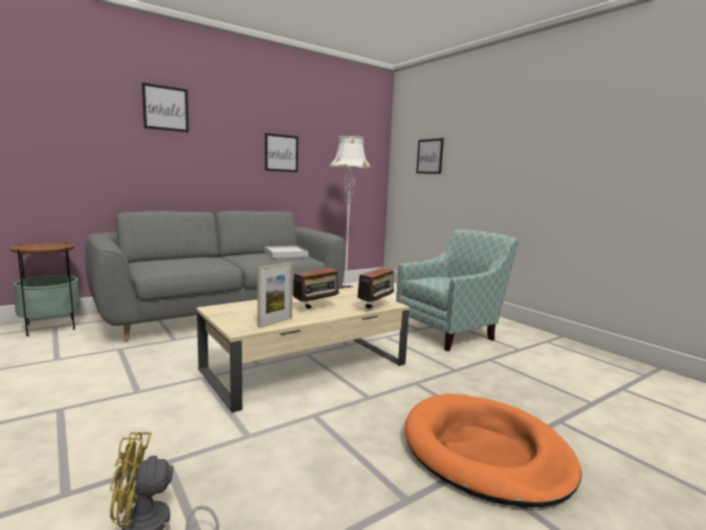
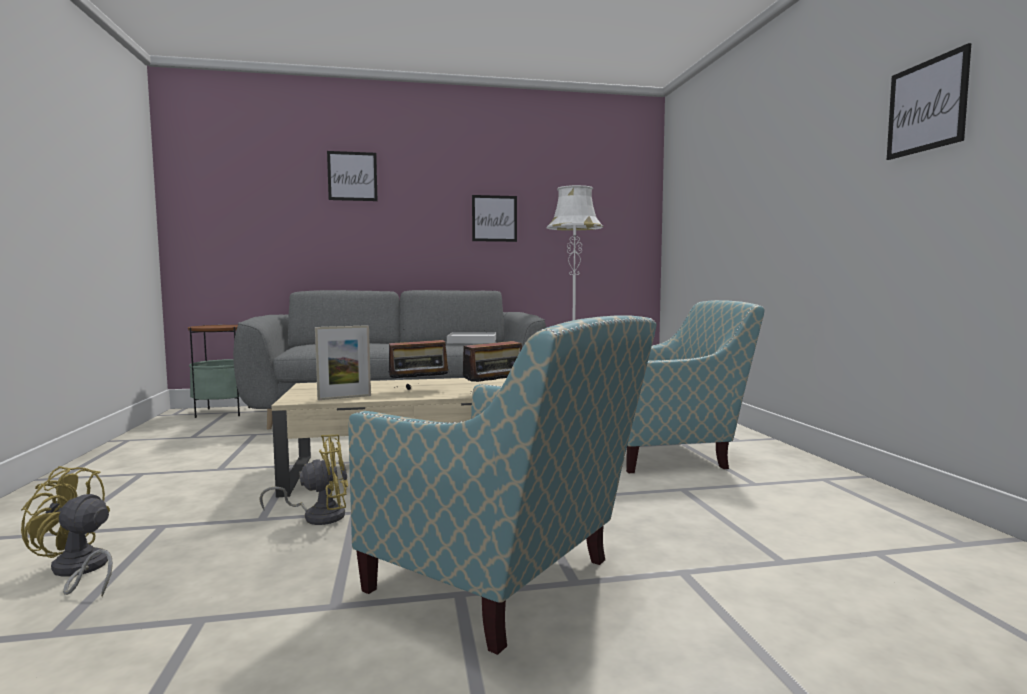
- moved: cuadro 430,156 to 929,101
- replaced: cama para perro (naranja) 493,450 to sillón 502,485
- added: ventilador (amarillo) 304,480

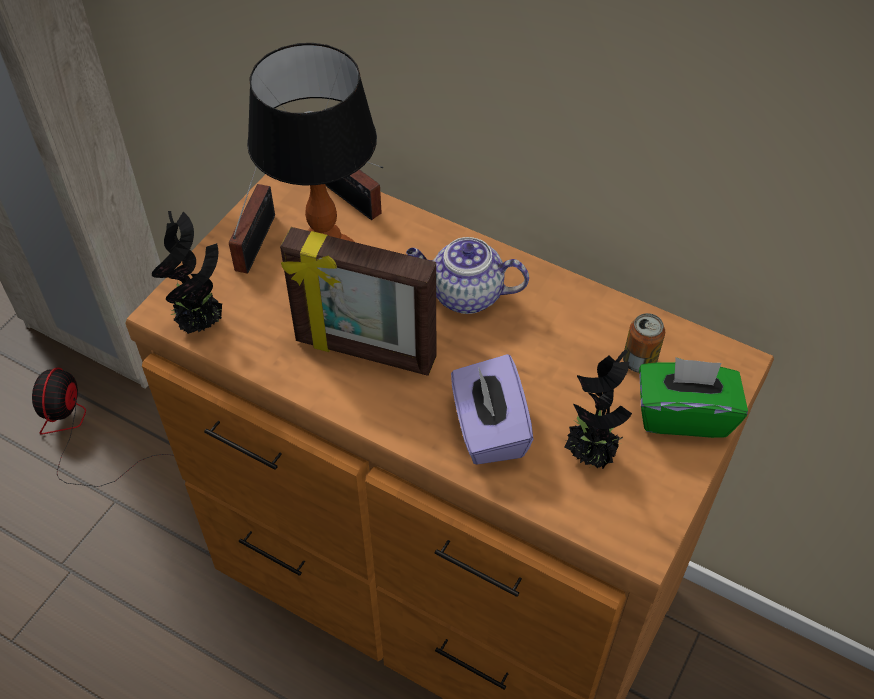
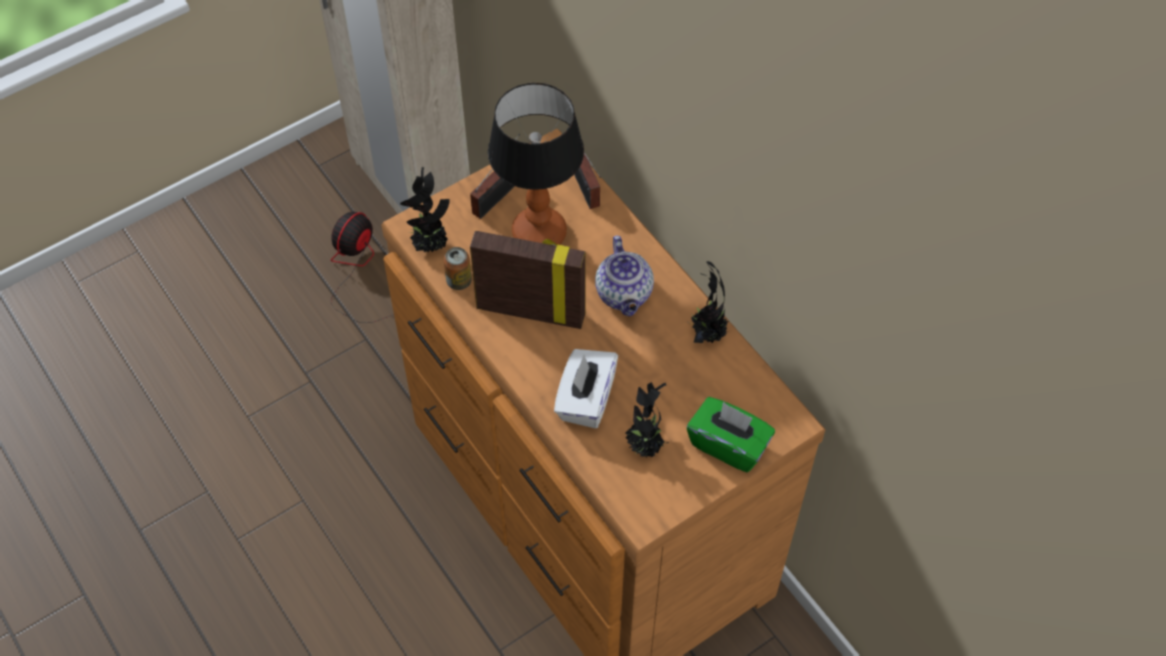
- turned: portarretratos 358,301 = 528,280 150 degrees clockwise
- turned: tetera 467,275 = 624,275 135 degrees counterclockwise
- moved: lata 644,343 to 458,268
- recoloured: caja de pañuelos (morado) 492,409 to caja de pañuelos (blanco) 586,388
- added: planta en maceta 707,302

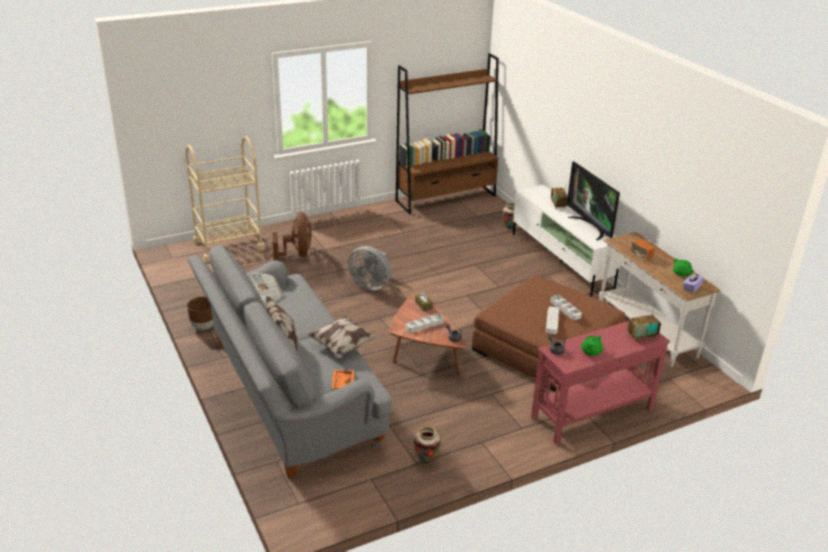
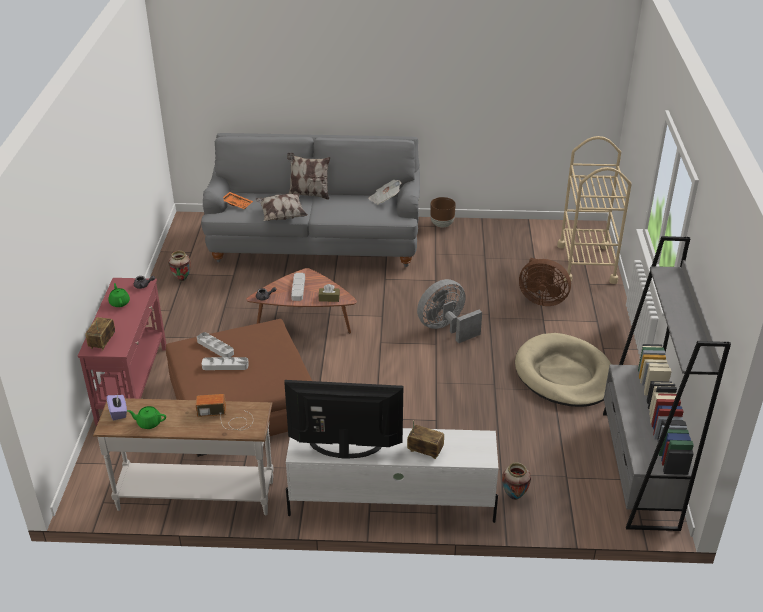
- recoloured: estantería (marrón) 447,133 to estantería (gris) 667,383
- added: cama para perro (beis) 563,370

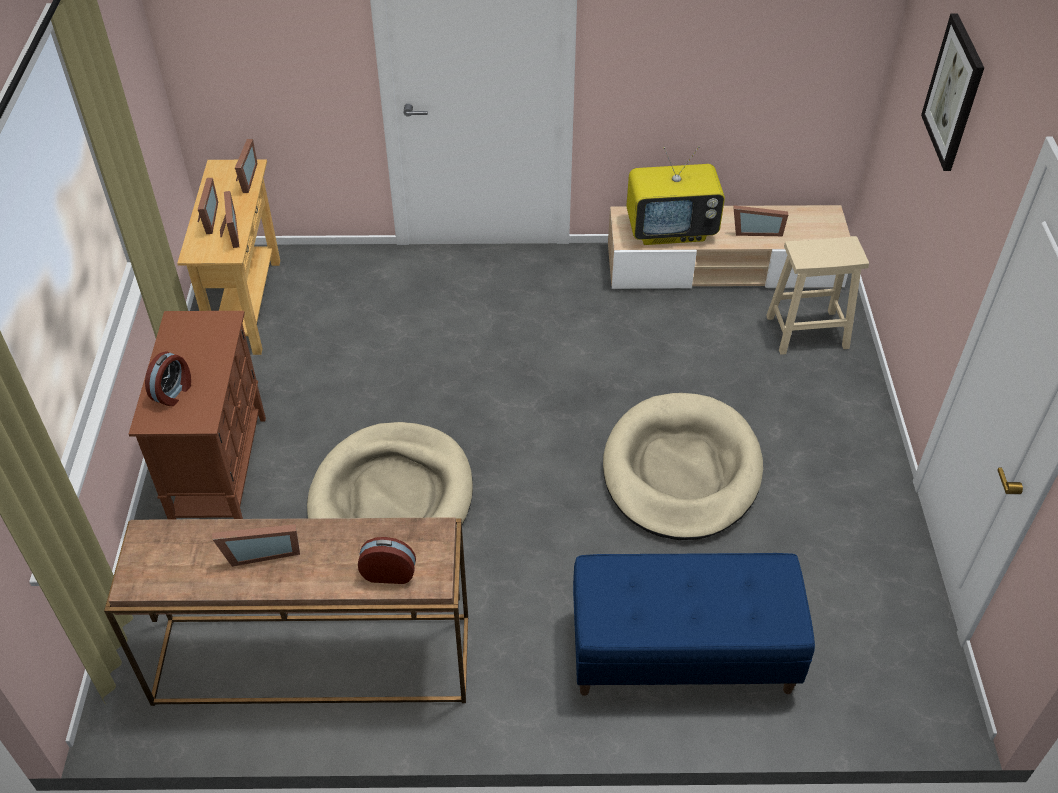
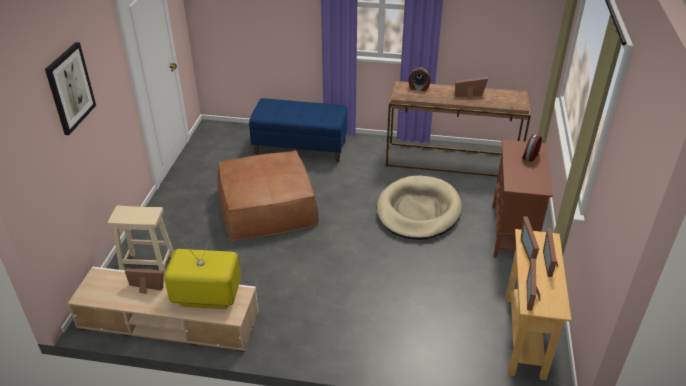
- replaced: cama para perro (beis) 683,466 to puf (marrón) 268,195

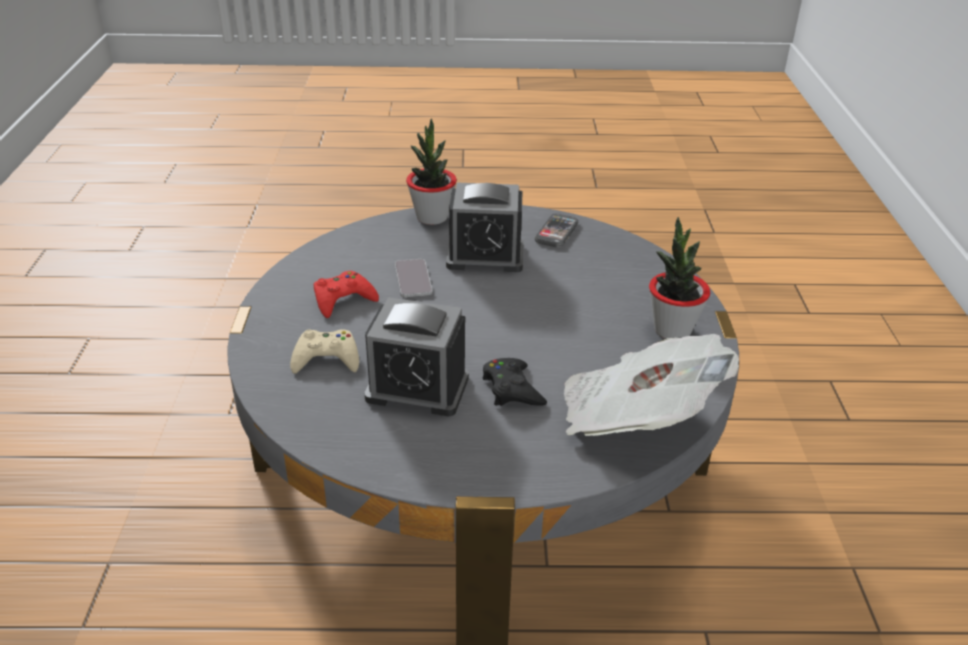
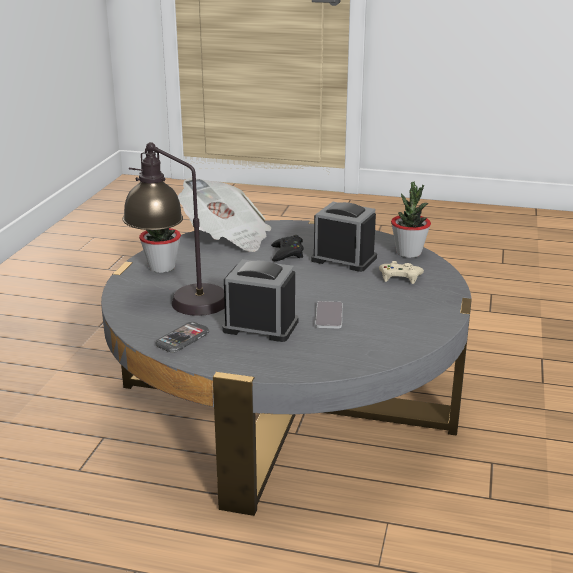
- moved: planta en maceta 431,172 to 411,219
- removed: mando de consola (rojo) 346,294
- added: lámpara de mesa 174,229

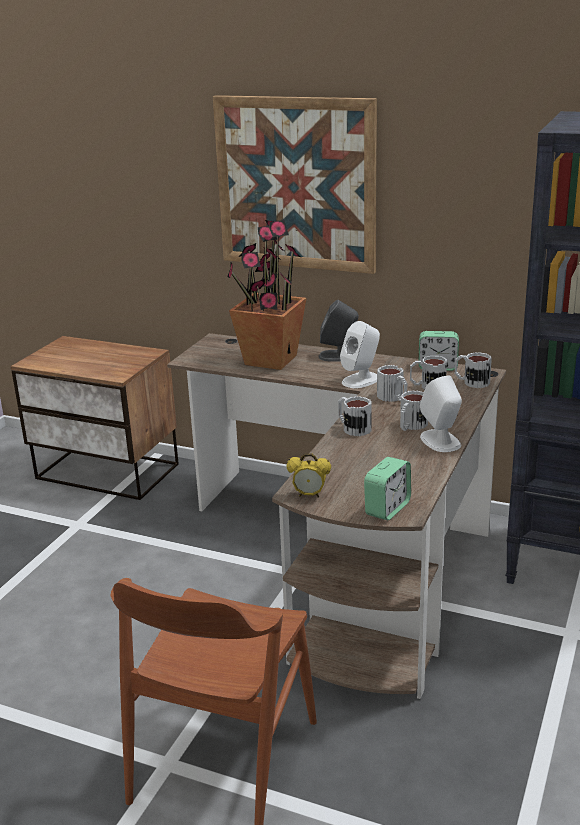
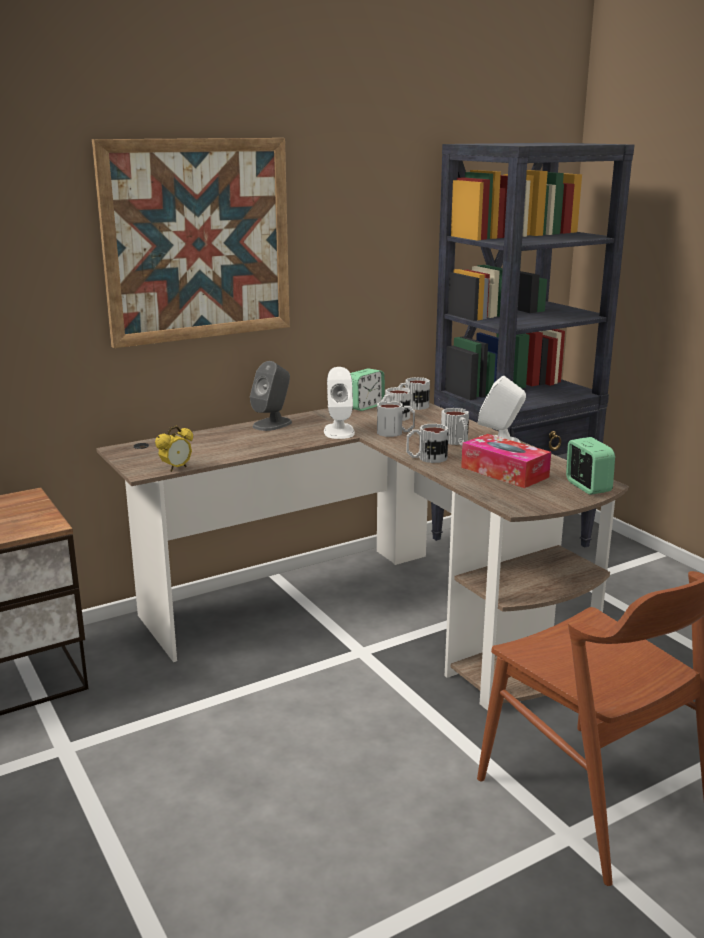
- removed: planta en maceta 267,295
- moved: despertador 309,476 to 174,449
- added: caja de pañuelos 506,461

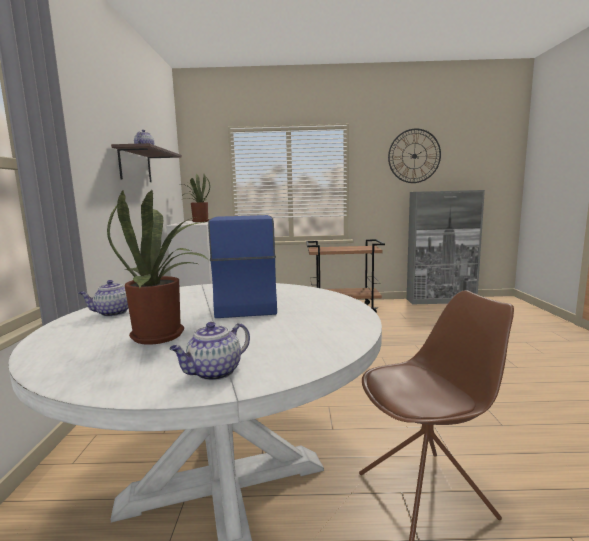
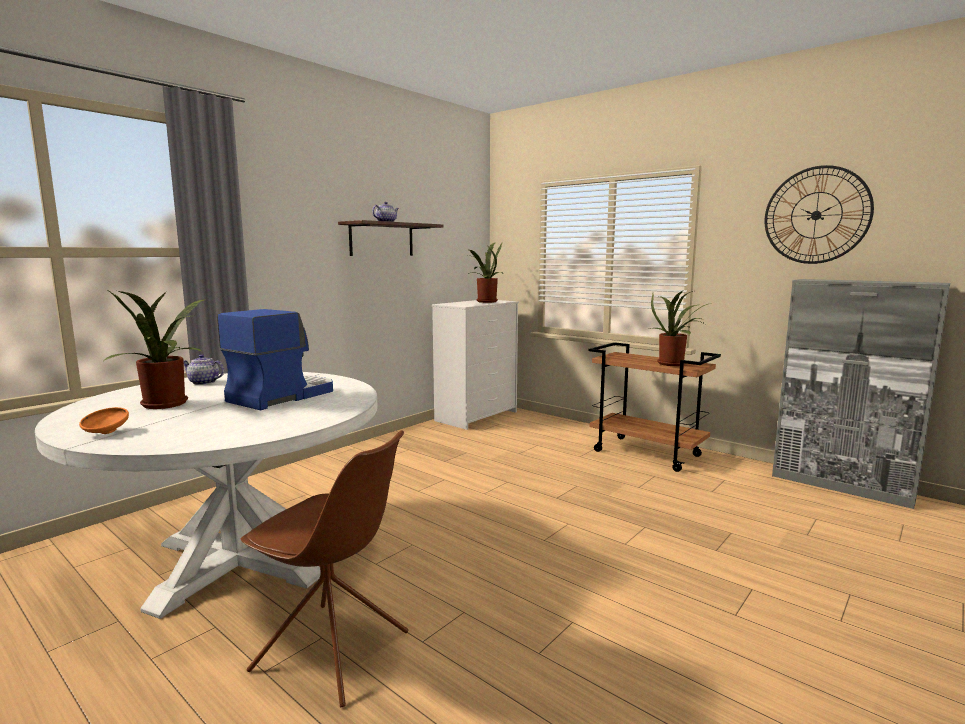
- replaced: tetera 209,351 to cuenco (naranja) 104,420
- added: planta en maceta 679,328

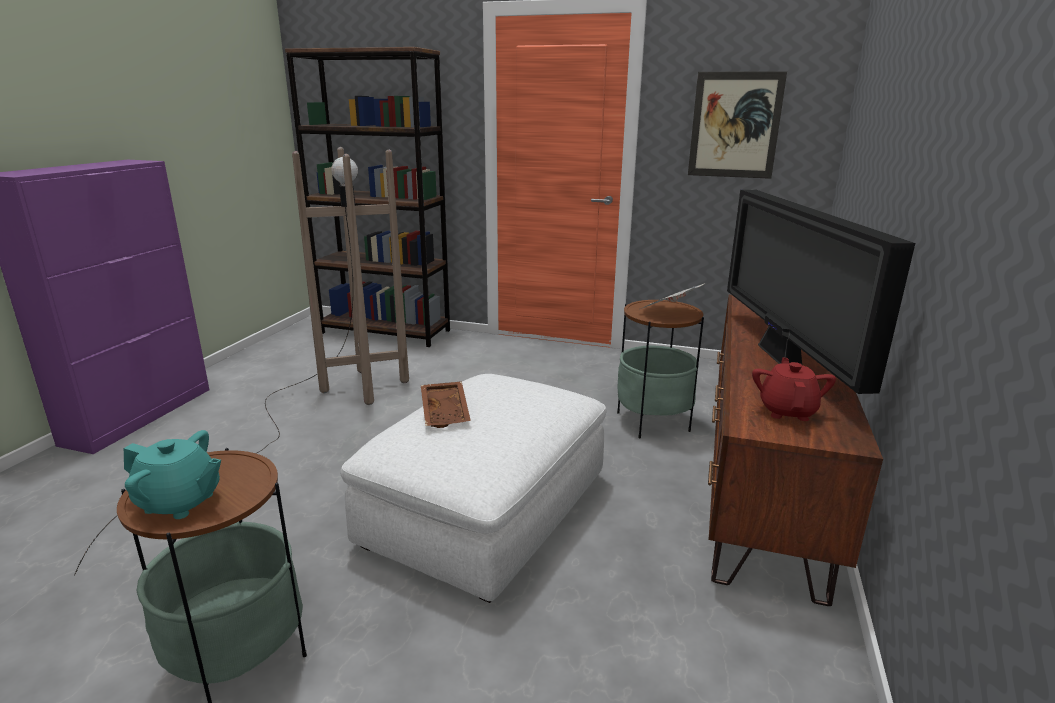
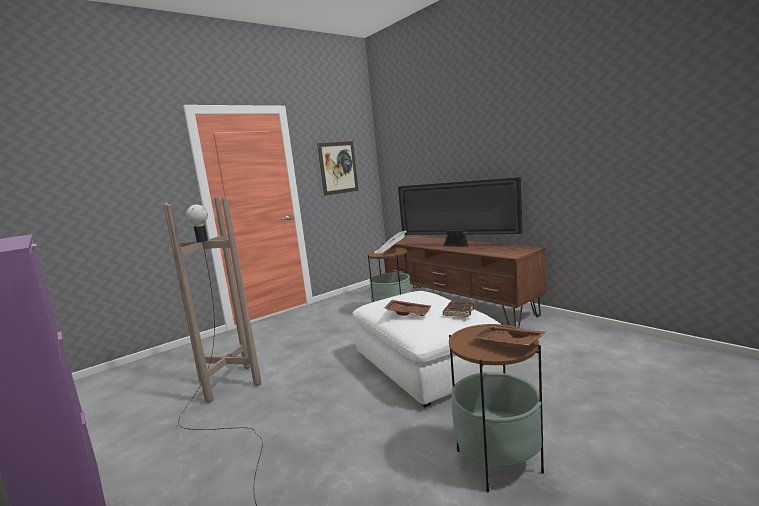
- removed: estantería (marrón) 367,197
- removed: tetera (rojo) 794,389
- replaced: tetera (turquesa) 172,474 to bandeja (marrón) 508,336
- added: libro (marrón) 459,308

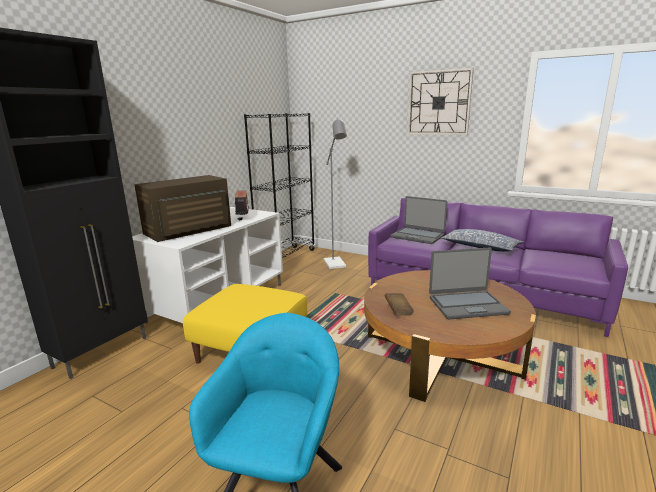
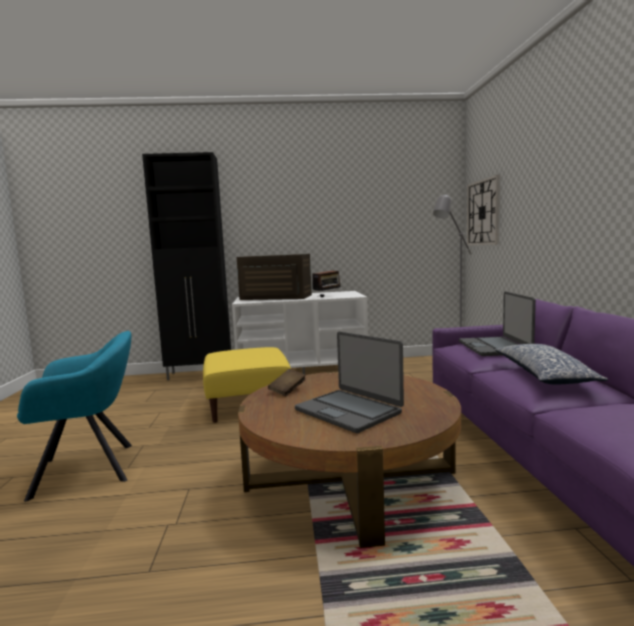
- moved: reloj de pared 440,101 to 483,210
- removed: estantería (negro) 279,185

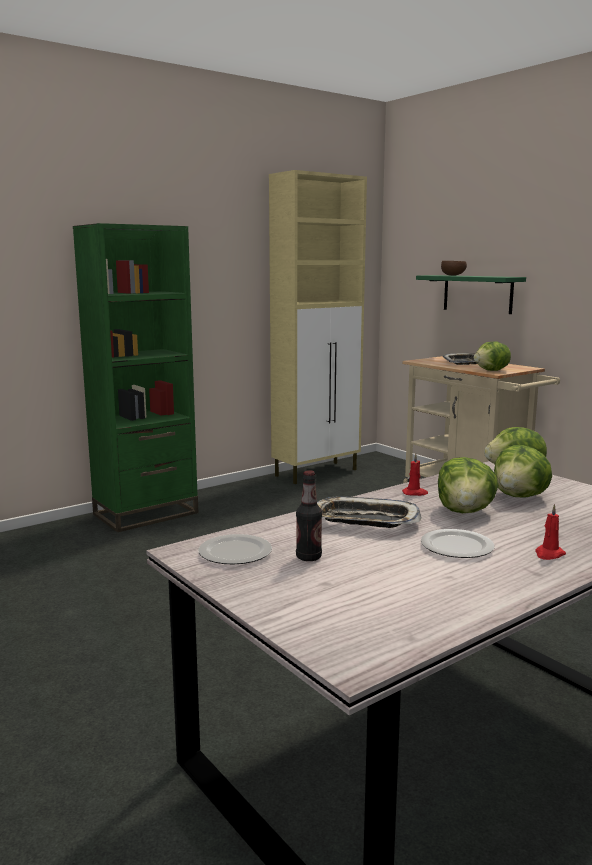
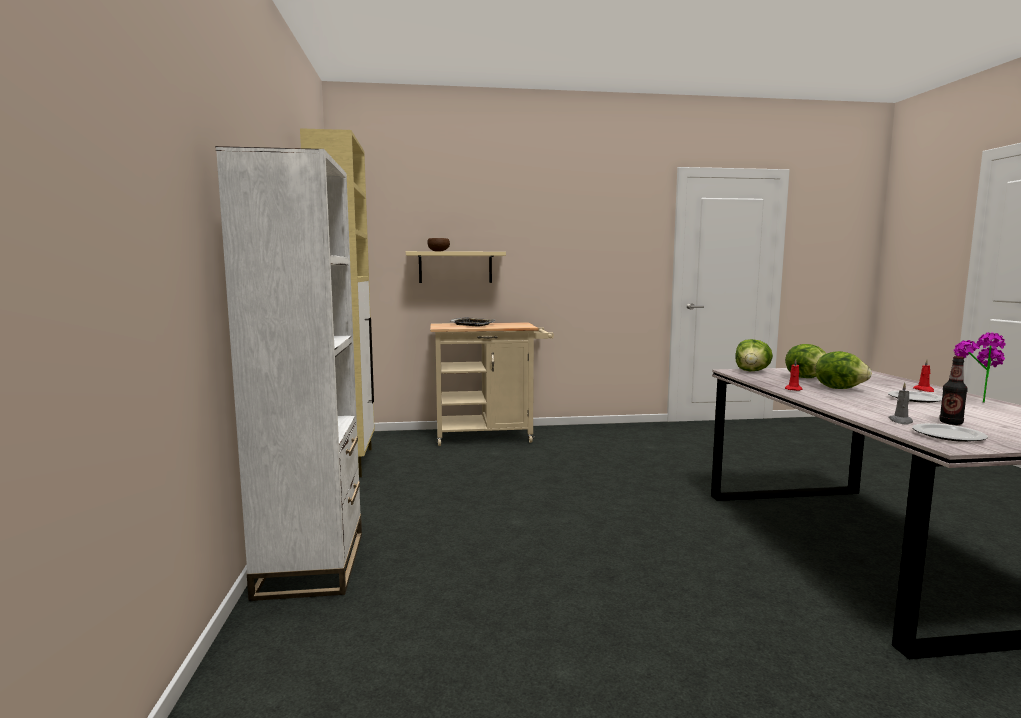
- recoloured: estantería (verde) 135,377 to estantería (blanco) 288,373
- recoloured: estante (verde) 471,294 to estante (beis) 456,267
- removed: lechuga 492,356
- removed: bandeja 369,512
- added: planta en maceta 980,368
- added: vela (gris) 900,404

